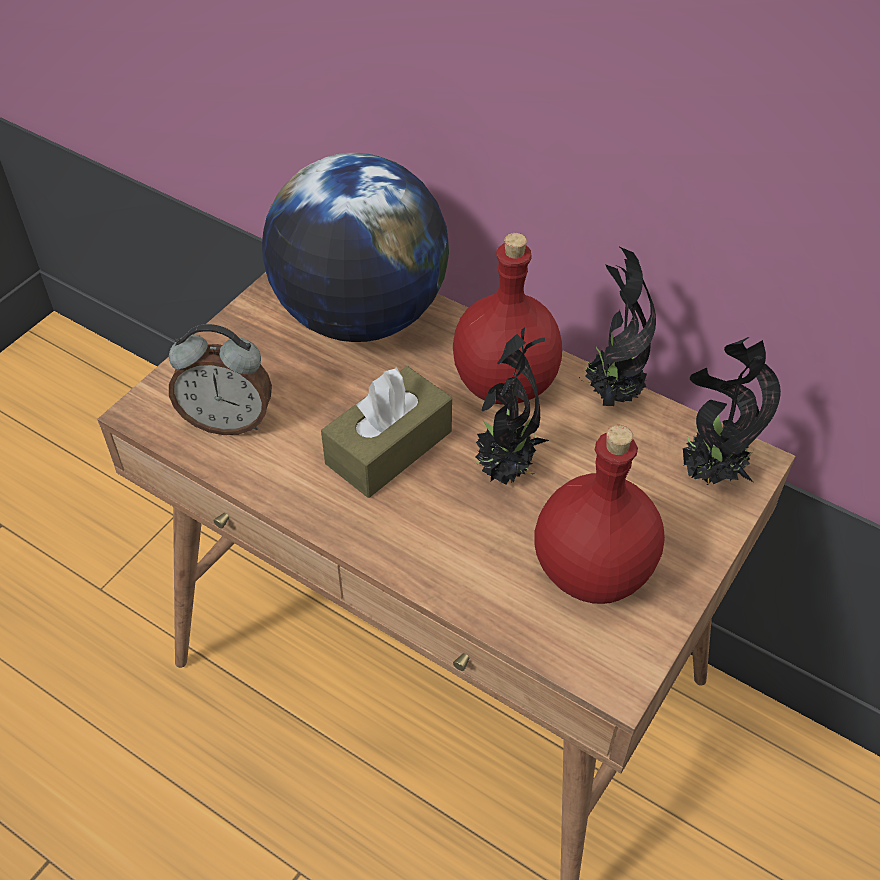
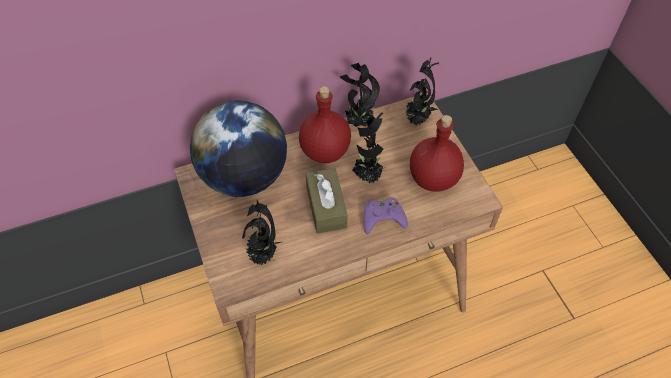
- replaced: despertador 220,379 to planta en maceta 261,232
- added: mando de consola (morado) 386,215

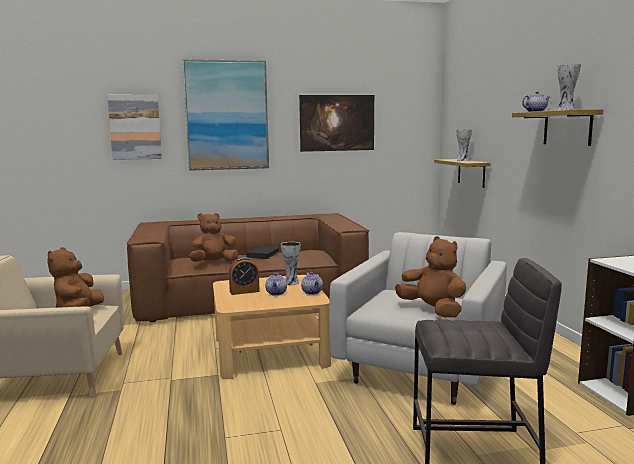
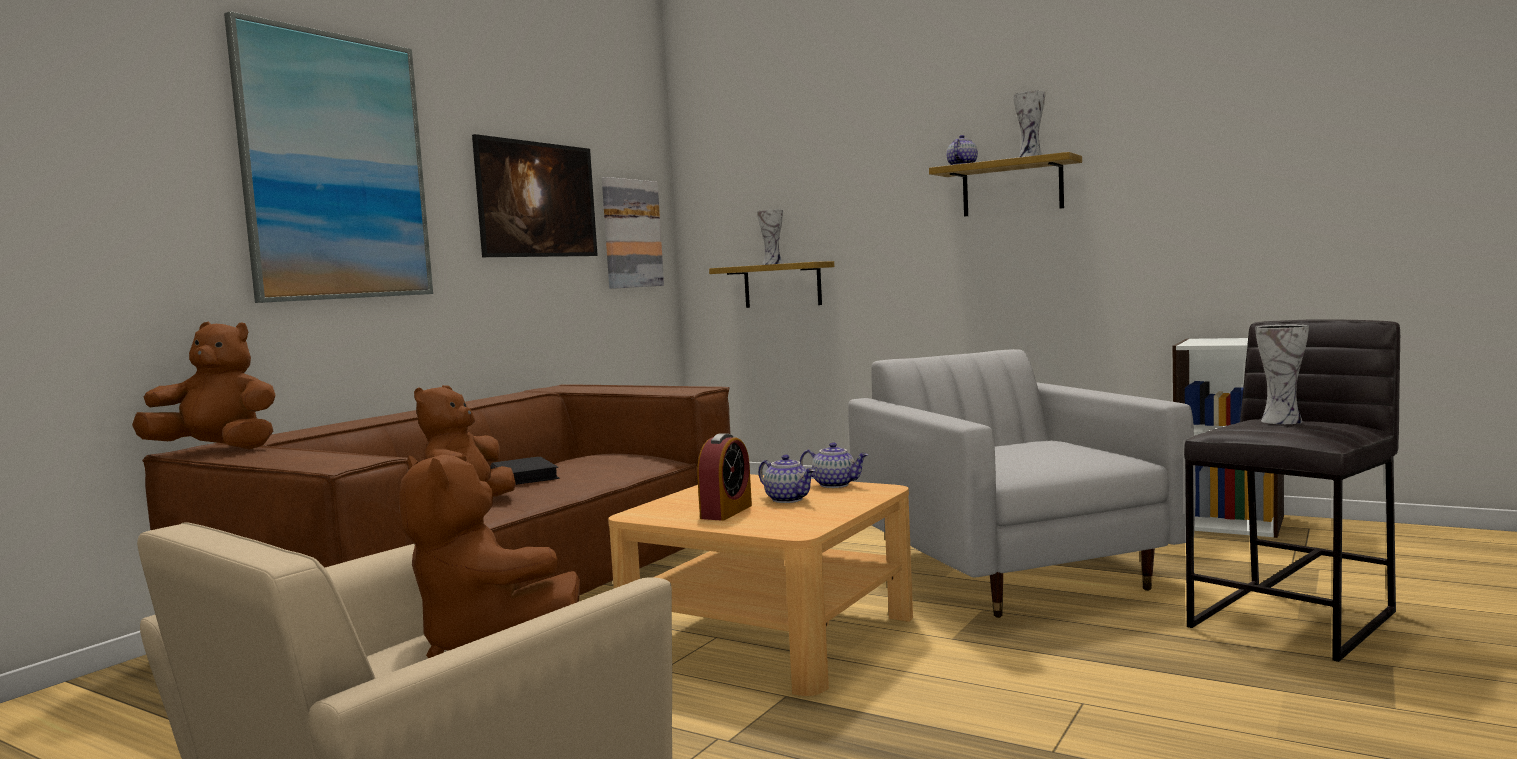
- moved: cuadro 134,127 to 633,233
- moved: peluche (marrón) 430,277 to 204,385
- moved: florero 291,263 to 1282,374

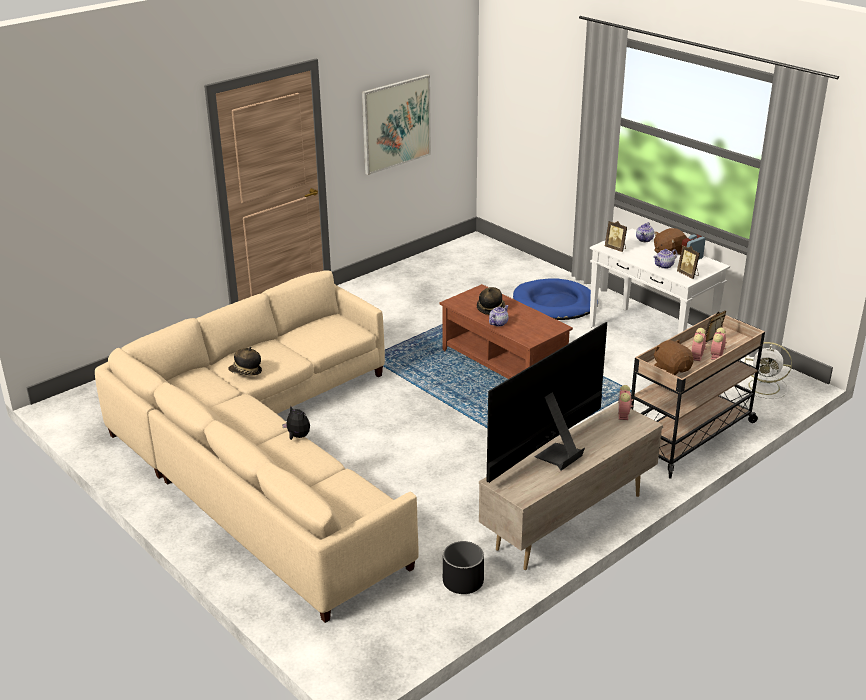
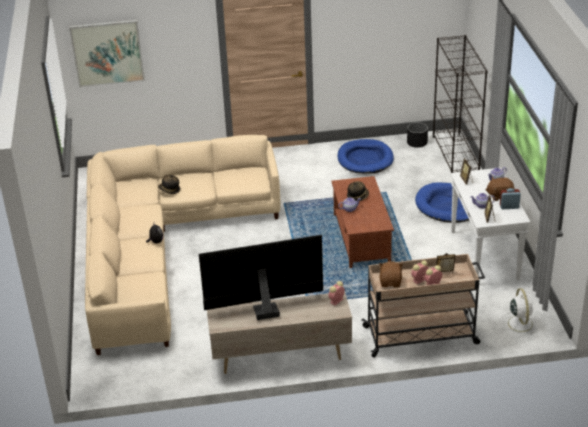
- moved: cuadro 396,124 to 107,53
- turned: ventilador (blanco) 766,370 = 519,312 150 degrees counterclockwise
- moved: maceta (negro) 463,567 to 417,135
- added: estantería (negro) 460,104
- added: cama para perro (azul) 365,156

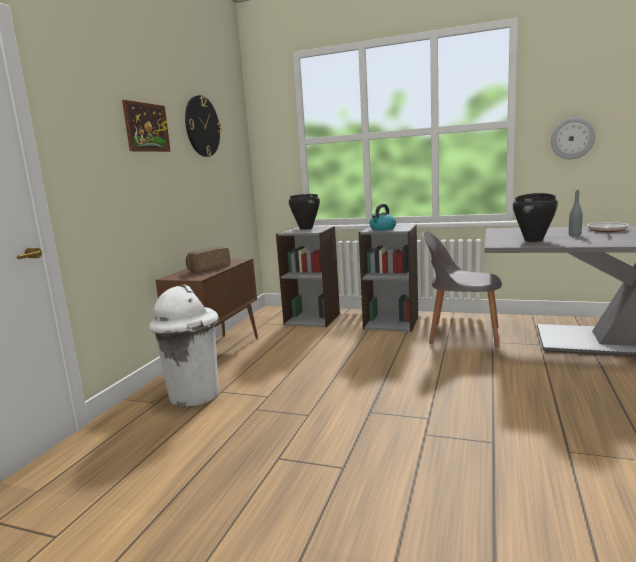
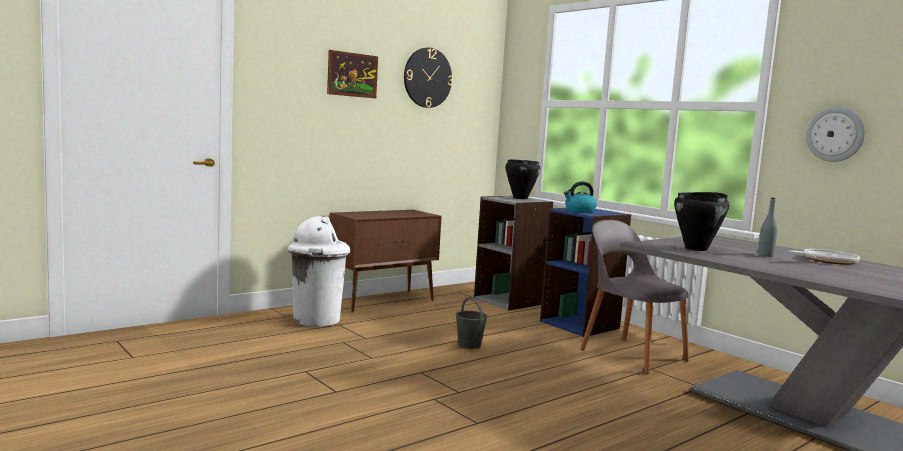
- recoloured: estantería (gris) 388,278 to estantería (azul) 585,272
- removed: pan 208,260
- added: cubo (gris) 472,323

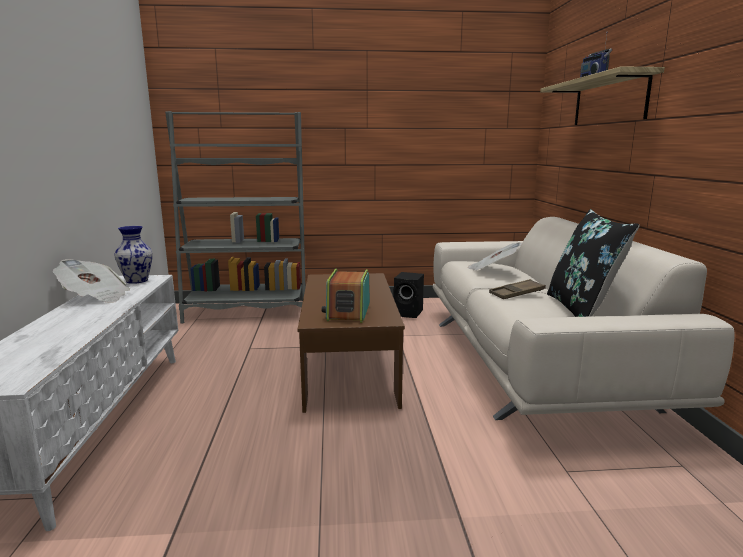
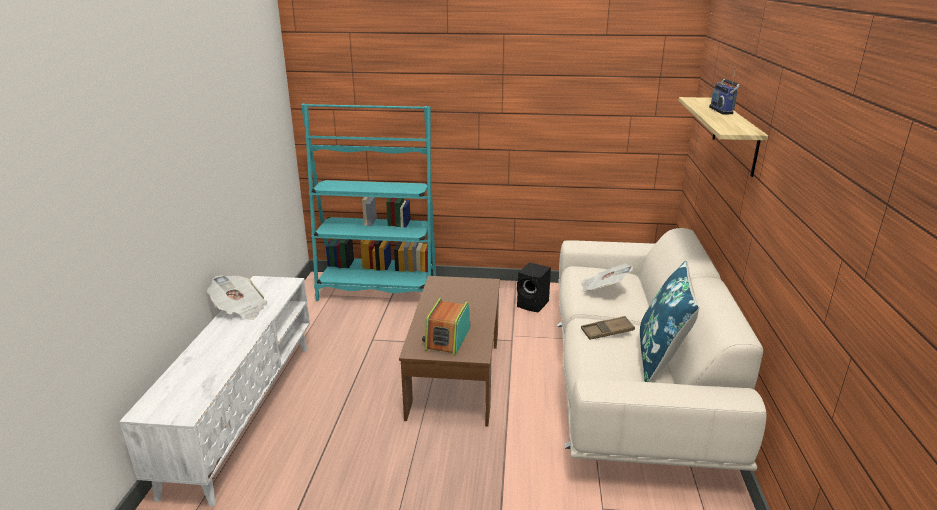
- recoloured: estantería (gris) 235,217 to estantería (turquesa) 368,202
- recoloured: cojín (negro) 593,263 to cojín (azul) 670,321
- removed: florero 133,255

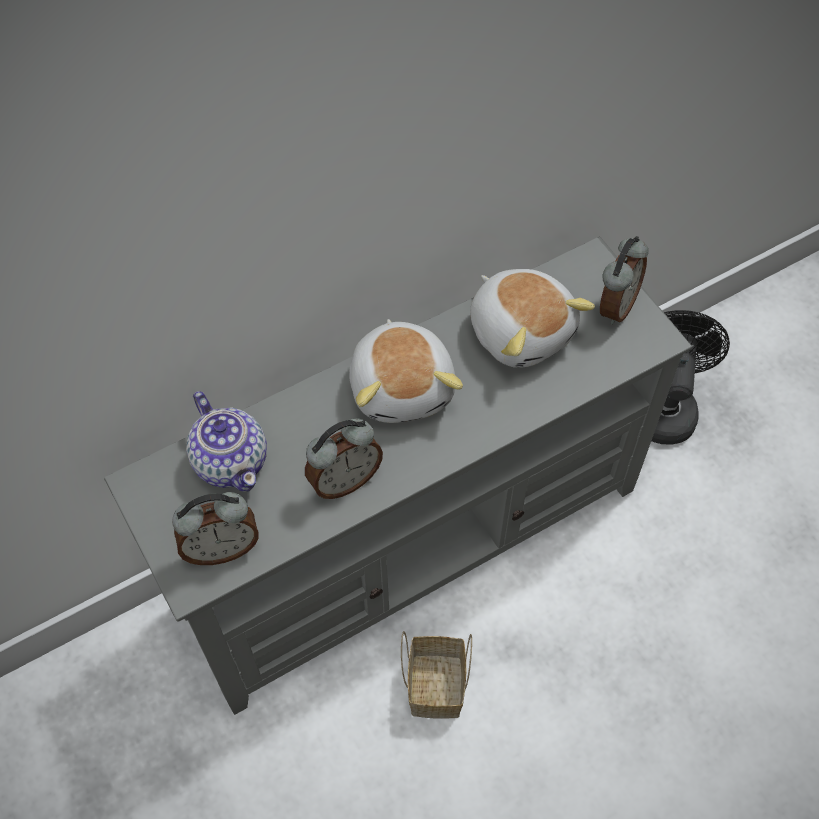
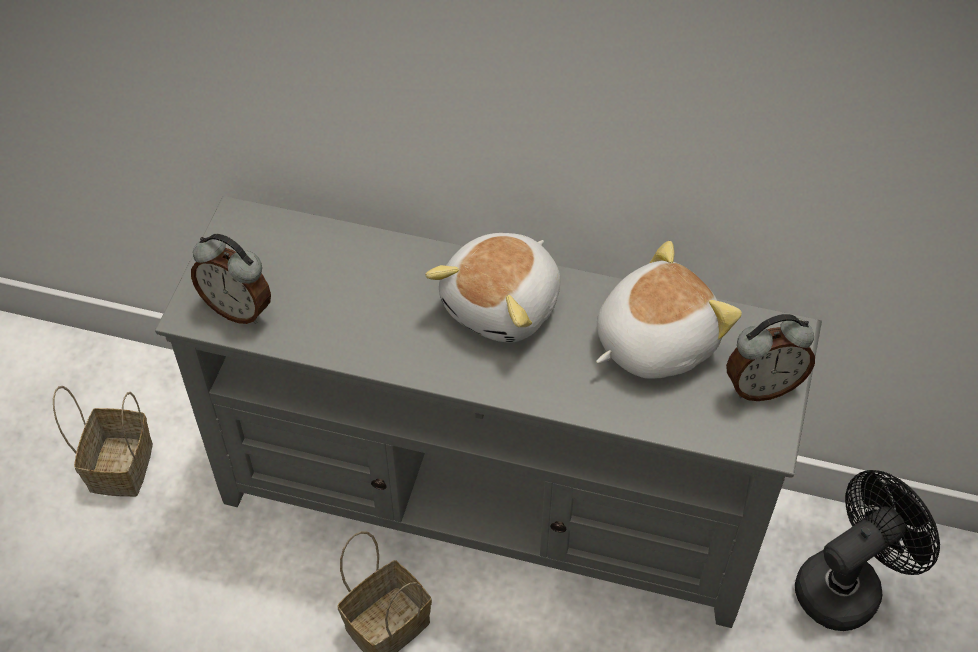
- turned: peluche 532,318 = 669,310 135 degrees counterclockwise
- removed: tetera 226,441
- removed: despertador 344,458
- added: cesta 103,441

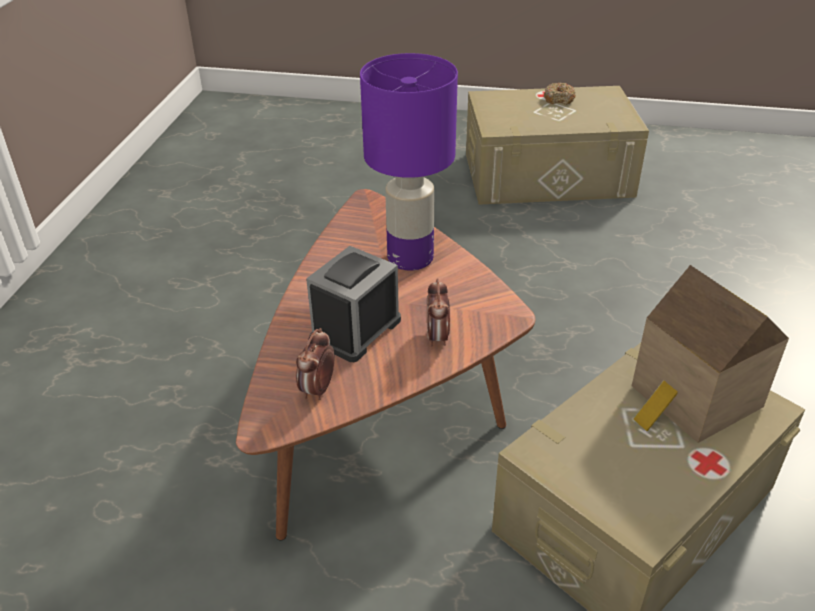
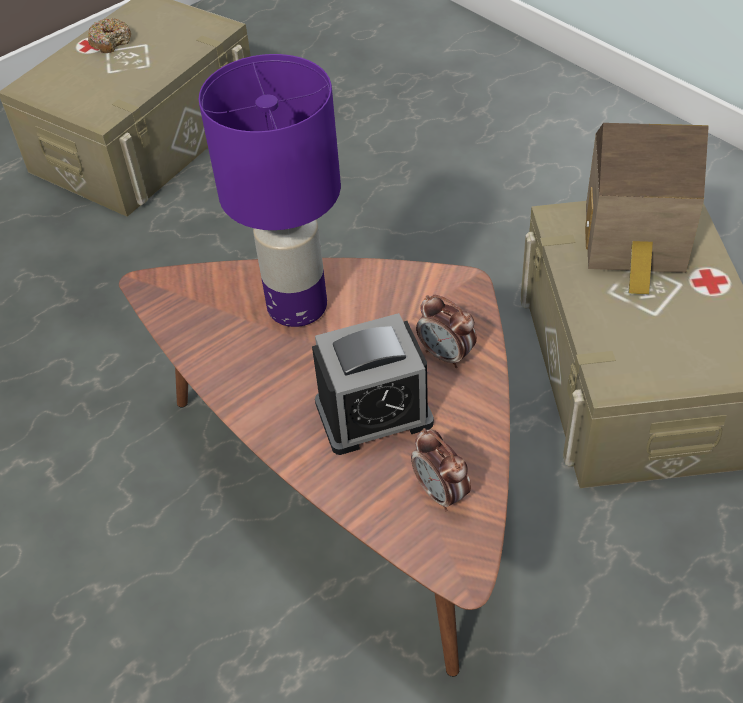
- turned: despertador 353,304 = 373,384 90 degrees counterclockwise

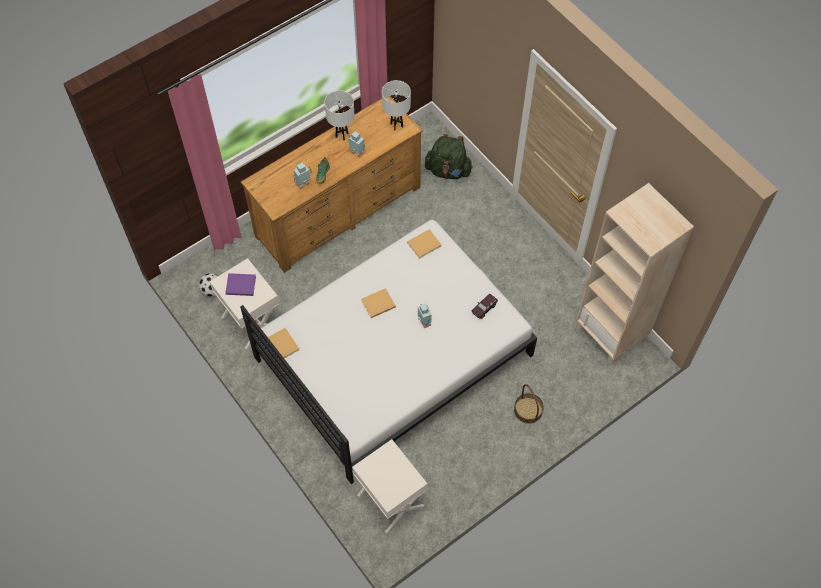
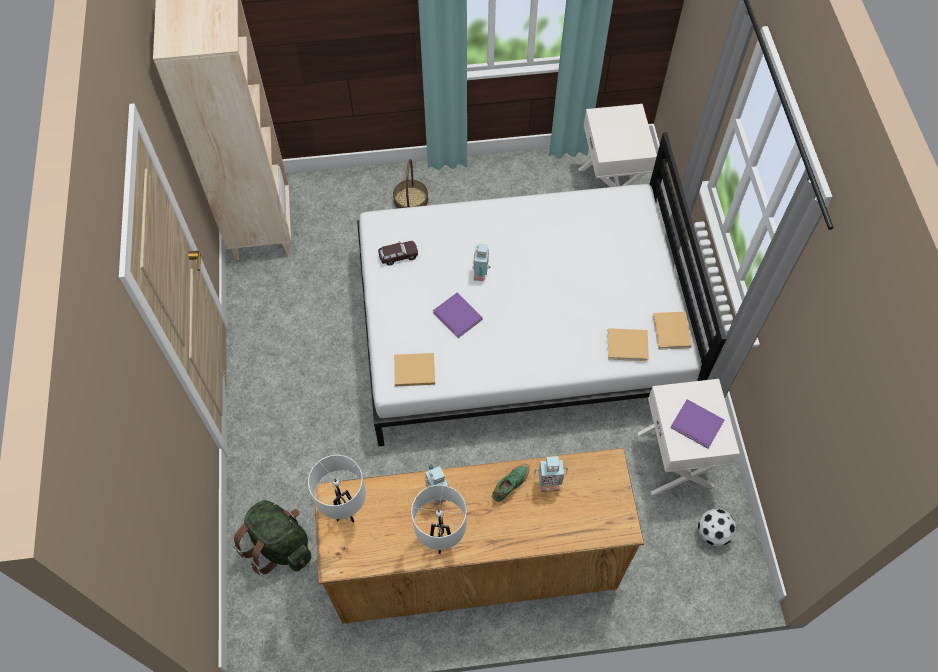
- moved: libro (beis) 378,303 to 628,344
- added: libro (morado) 458,315

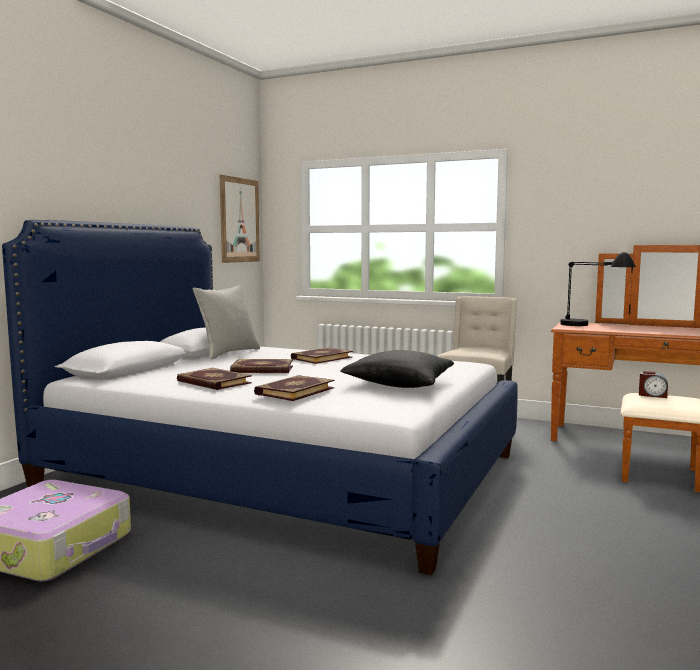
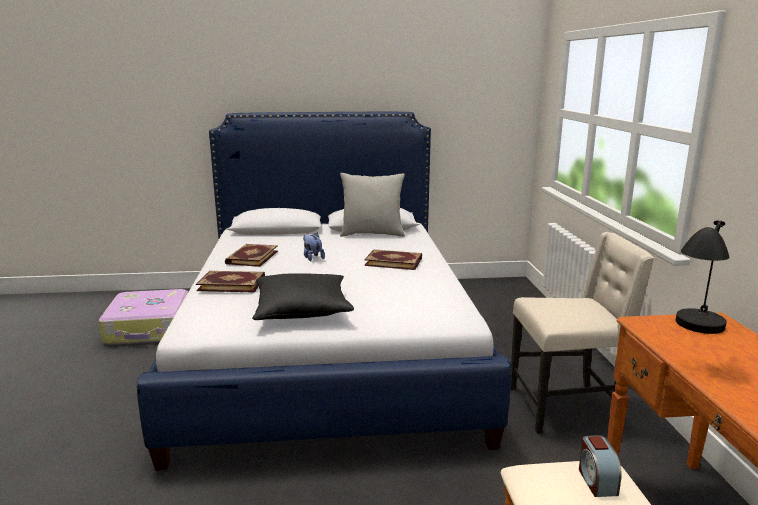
- removed: cuadro 240,219
- replaced: libro 261,366 to peluche 314,247

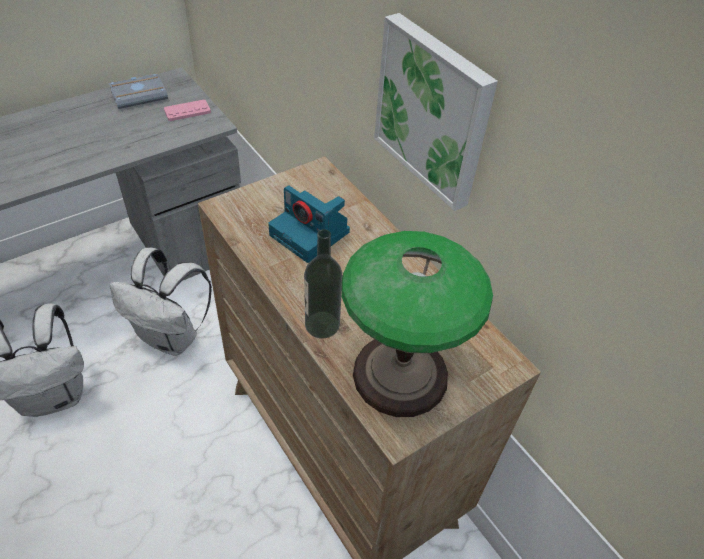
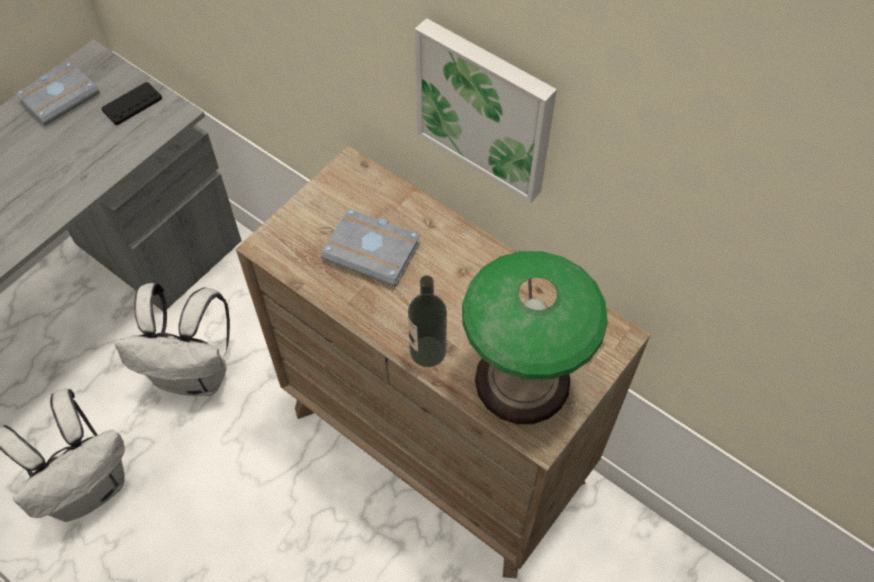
- recoloured: mando de consola (rosa) 187,110 to mando de consola (negro) 132,103
- replaced: cámara 309,224 to libro (gris) 371,247

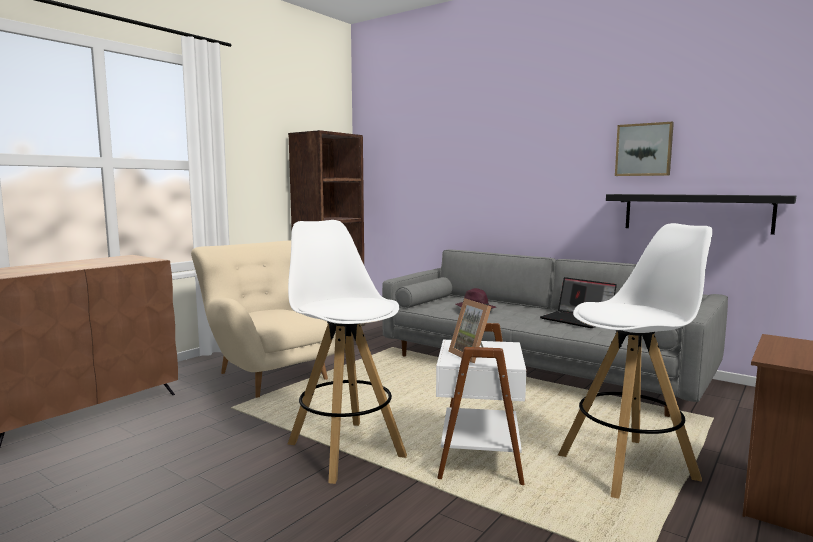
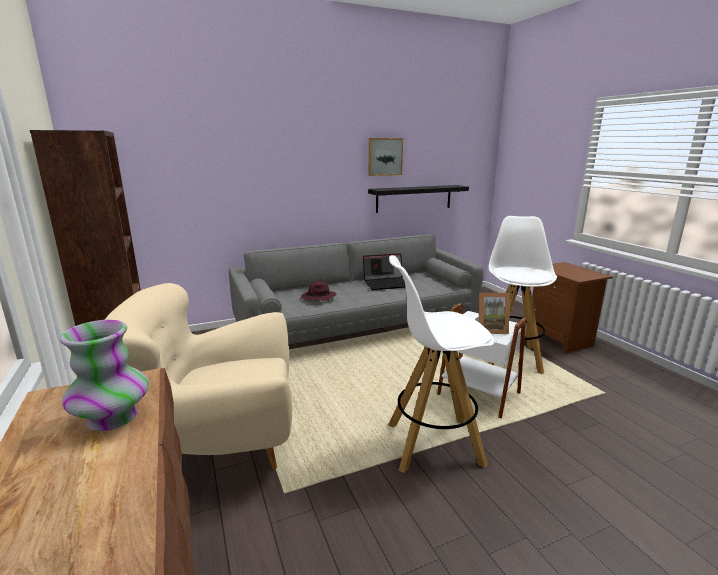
- added: florero 104,375

